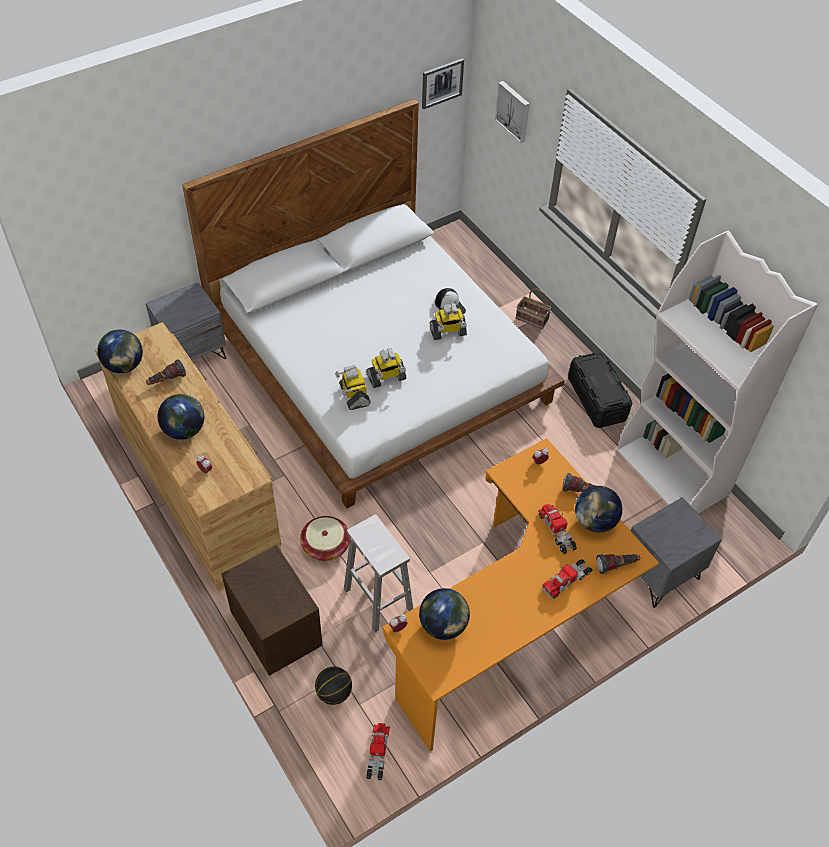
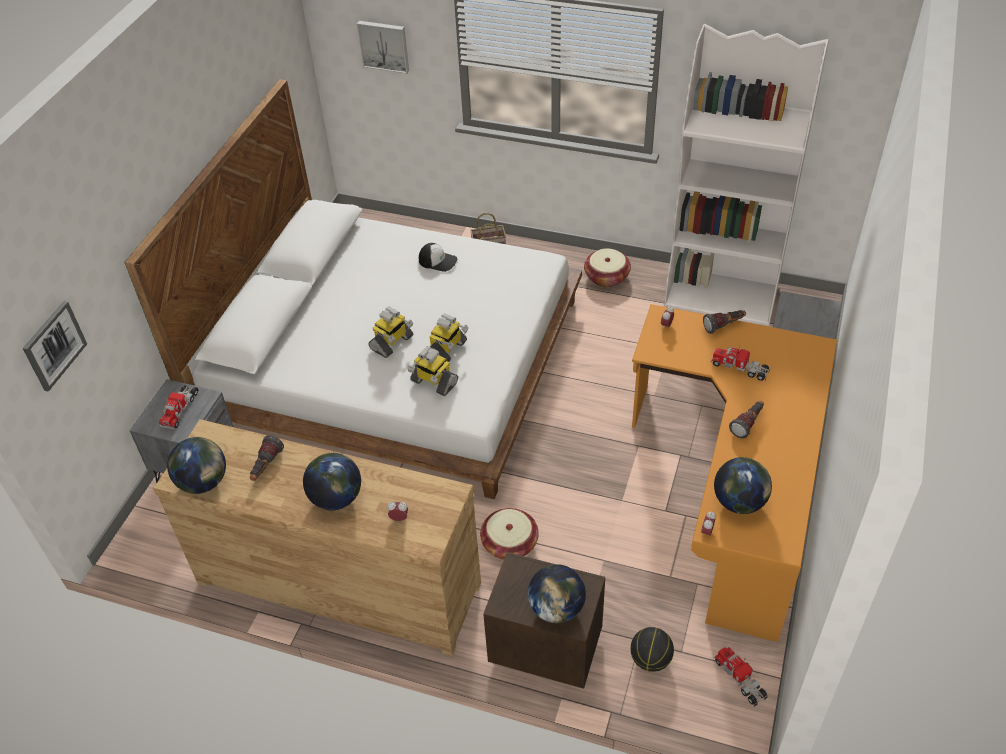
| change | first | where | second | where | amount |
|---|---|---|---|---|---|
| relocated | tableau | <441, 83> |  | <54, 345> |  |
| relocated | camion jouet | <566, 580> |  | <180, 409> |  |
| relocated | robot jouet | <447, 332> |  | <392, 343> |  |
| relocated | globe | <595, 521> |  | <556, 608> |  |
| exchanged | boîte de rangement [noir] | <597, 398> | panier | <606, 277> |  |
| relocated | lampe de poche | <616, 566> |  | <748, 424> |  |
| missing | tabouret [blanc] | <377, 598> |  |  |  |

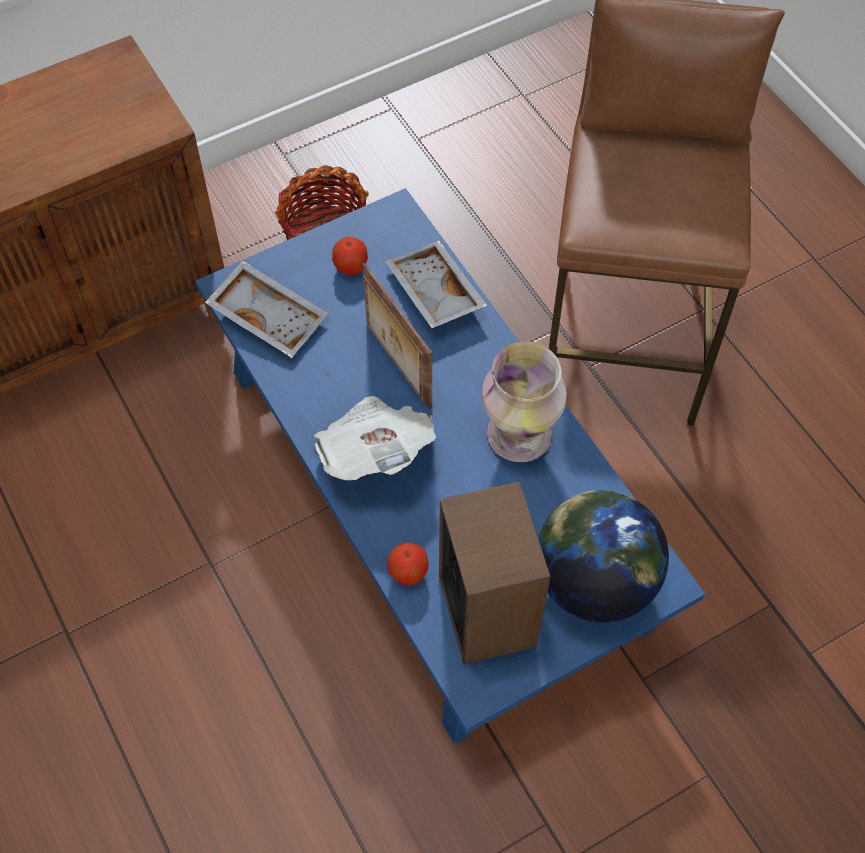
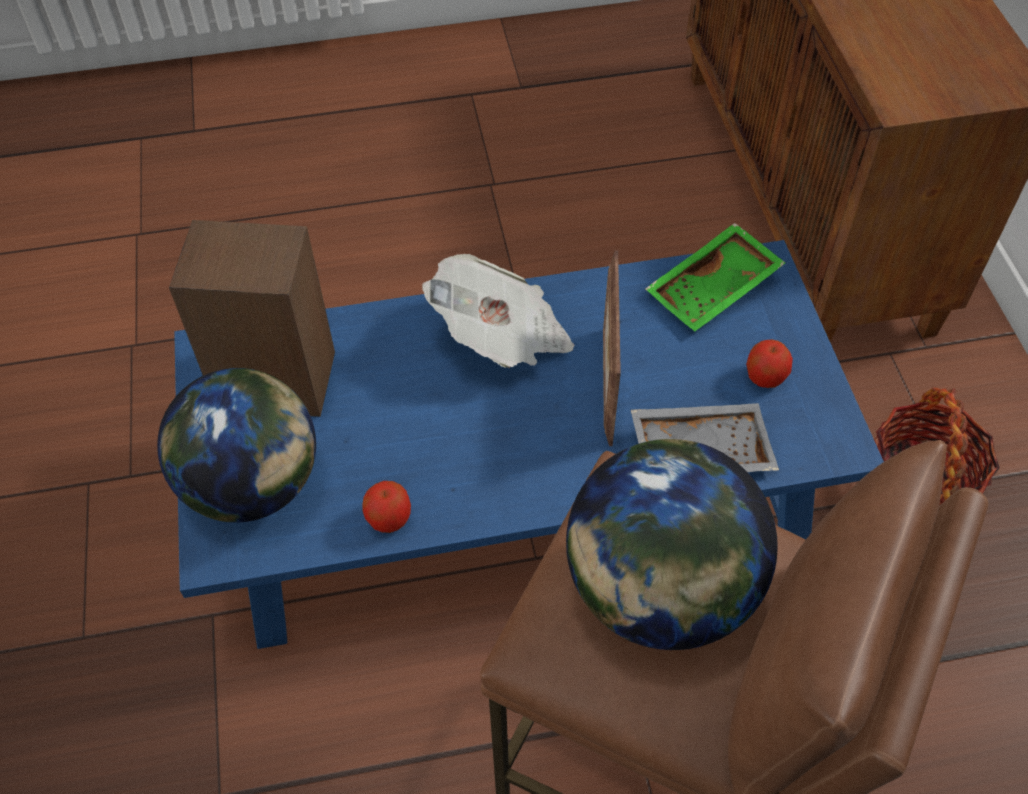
| change | first | where | second | where | amount |
|---|---|---|---|---|---|
| relocated | pomme | <408, 572> |  | <389, 519> |  |
| appeared |  |  | globe | <659, 590> |  |
| spun | cadre photo | <396, 365> |  | <607, 384> | 75 degrees counterclockwise |
| colour | plateau [gris] | <269, 316> | plateau [vert] | <714, 290> |  |
| missing | vase | <520, 436> |  |  |  |

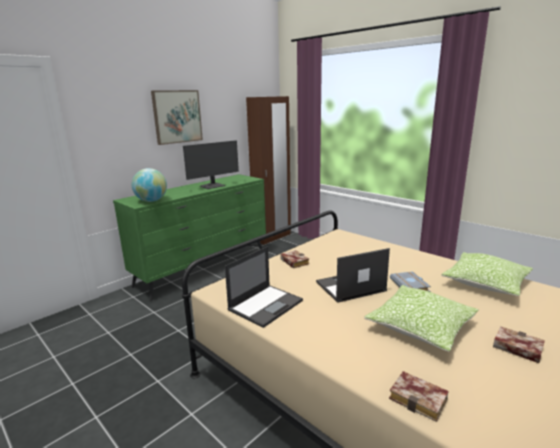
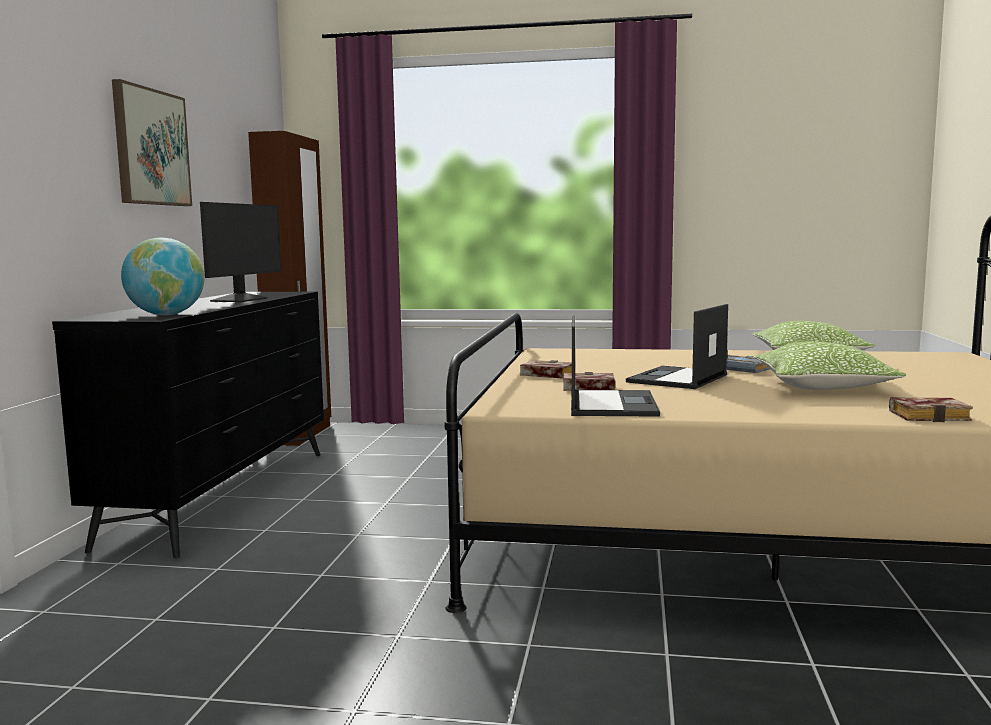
| change | first | where | second | where | amount |
|---|---|---|---|---|---|
| colour | commode [vert] | <204, 268> | commode [noir] | <225, 495> |  |
| relocated | livre | <515, 348> |  | <586, 388> |  |

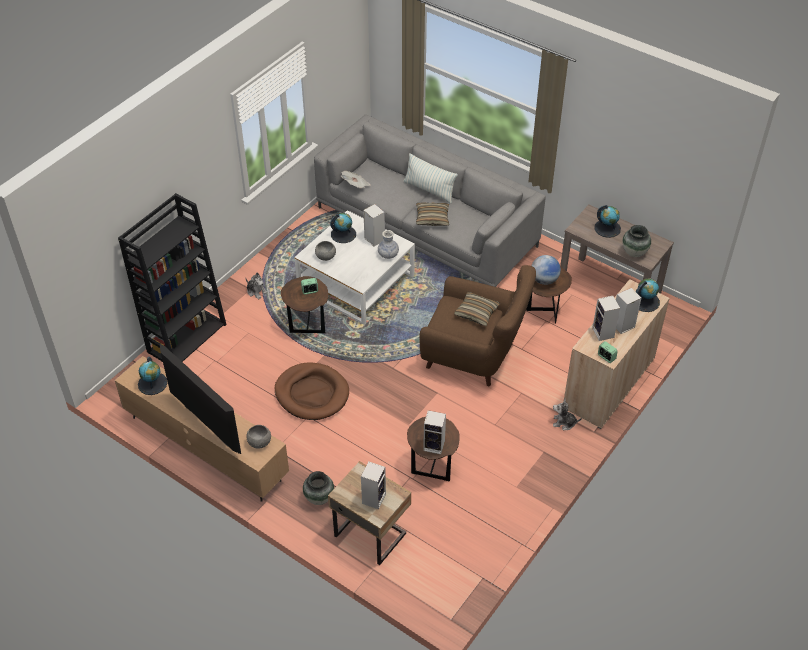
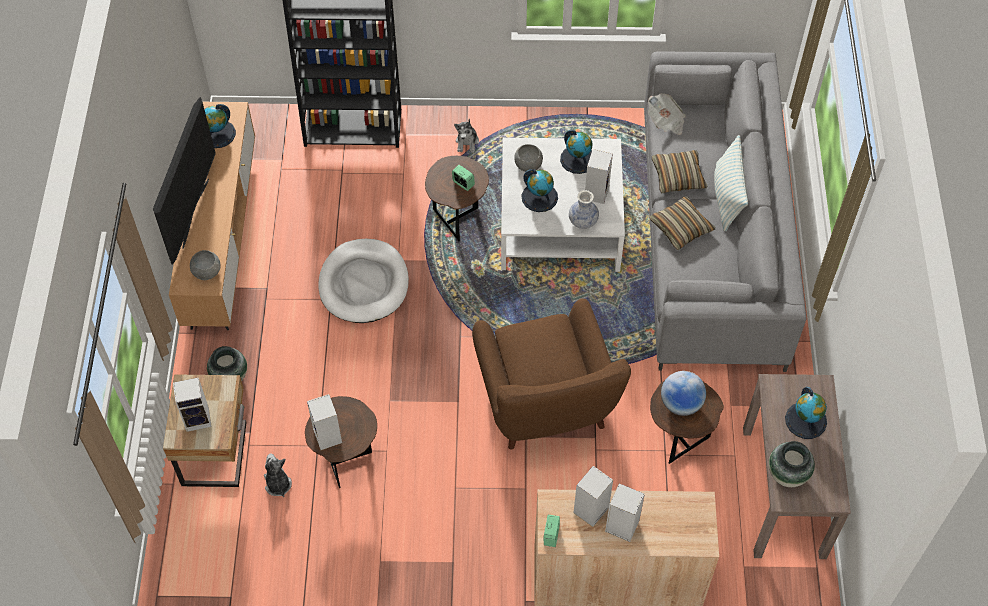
| change | first | where | second | where | amount |
|---|---|---|---|---|---|
| relocated | peluche | <564, 423> |  | <277, 484> |  |
| colour | panier pour chien [marron] | <312, 393> | panier pour chien [blanc] | <364, 284> |  |
| relocated | globe | <645, 301> |  | <539, 197> |  |
| relocated | coussin | <476, 313> |  | <678, 176> |  |

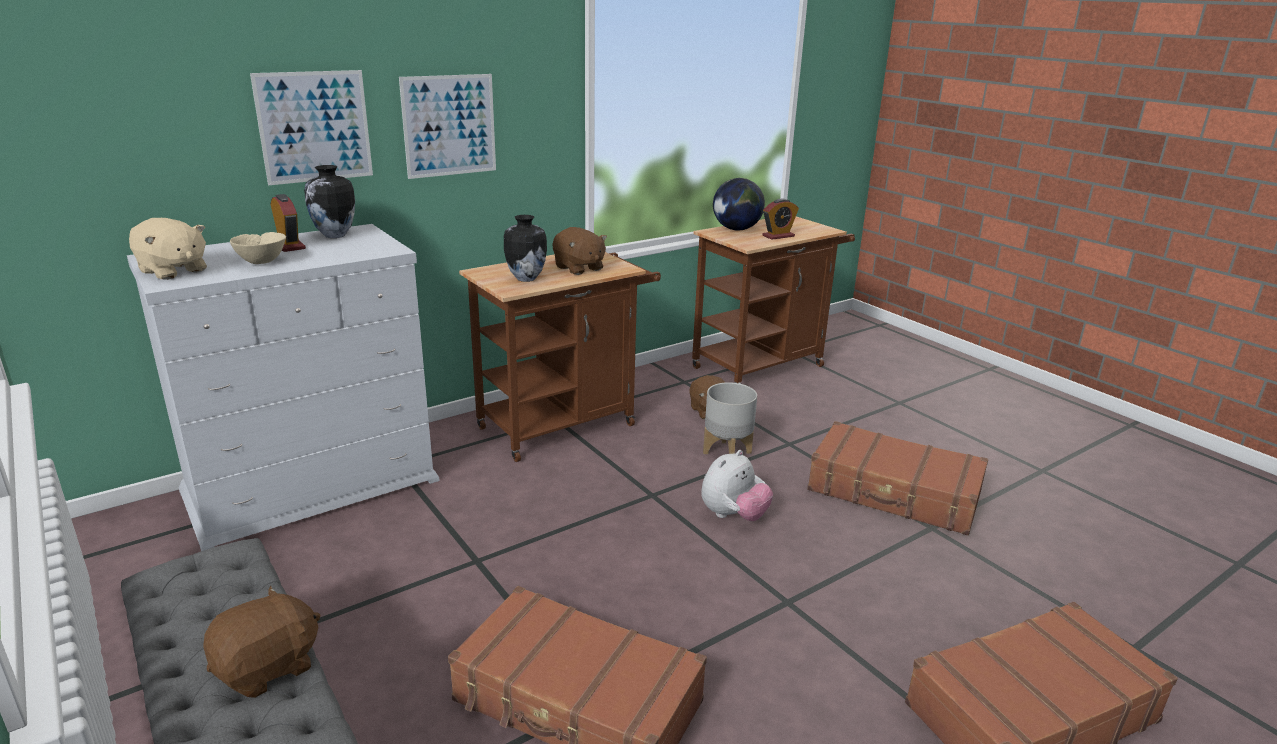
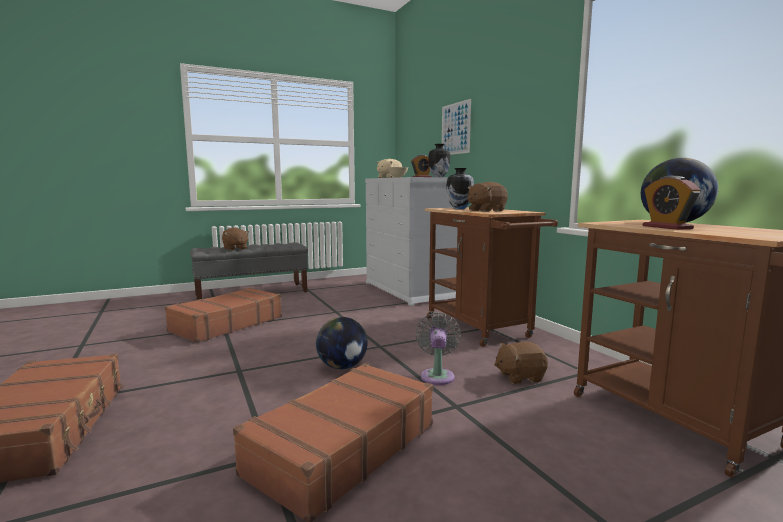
| change | first | where | second | where | amount |
|---|---|---|---|---|---|
| exchanged | peluche | <733, 516> | globe | <342, 367> |  |
| exchanged | cache-pot [gris] | <727, 453> | ventilateur [gris] | <437, 375> |  |
| missing | tableau | <449, 125> |  |  |  |

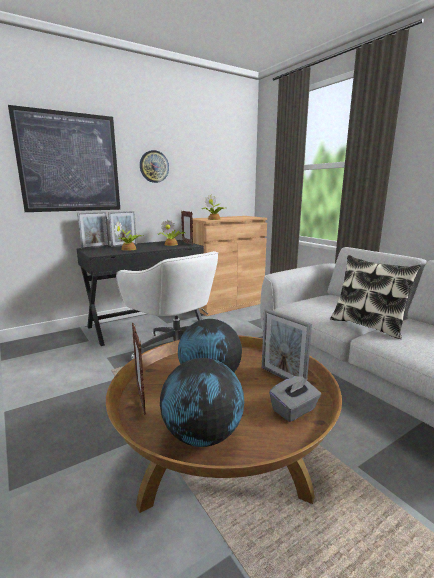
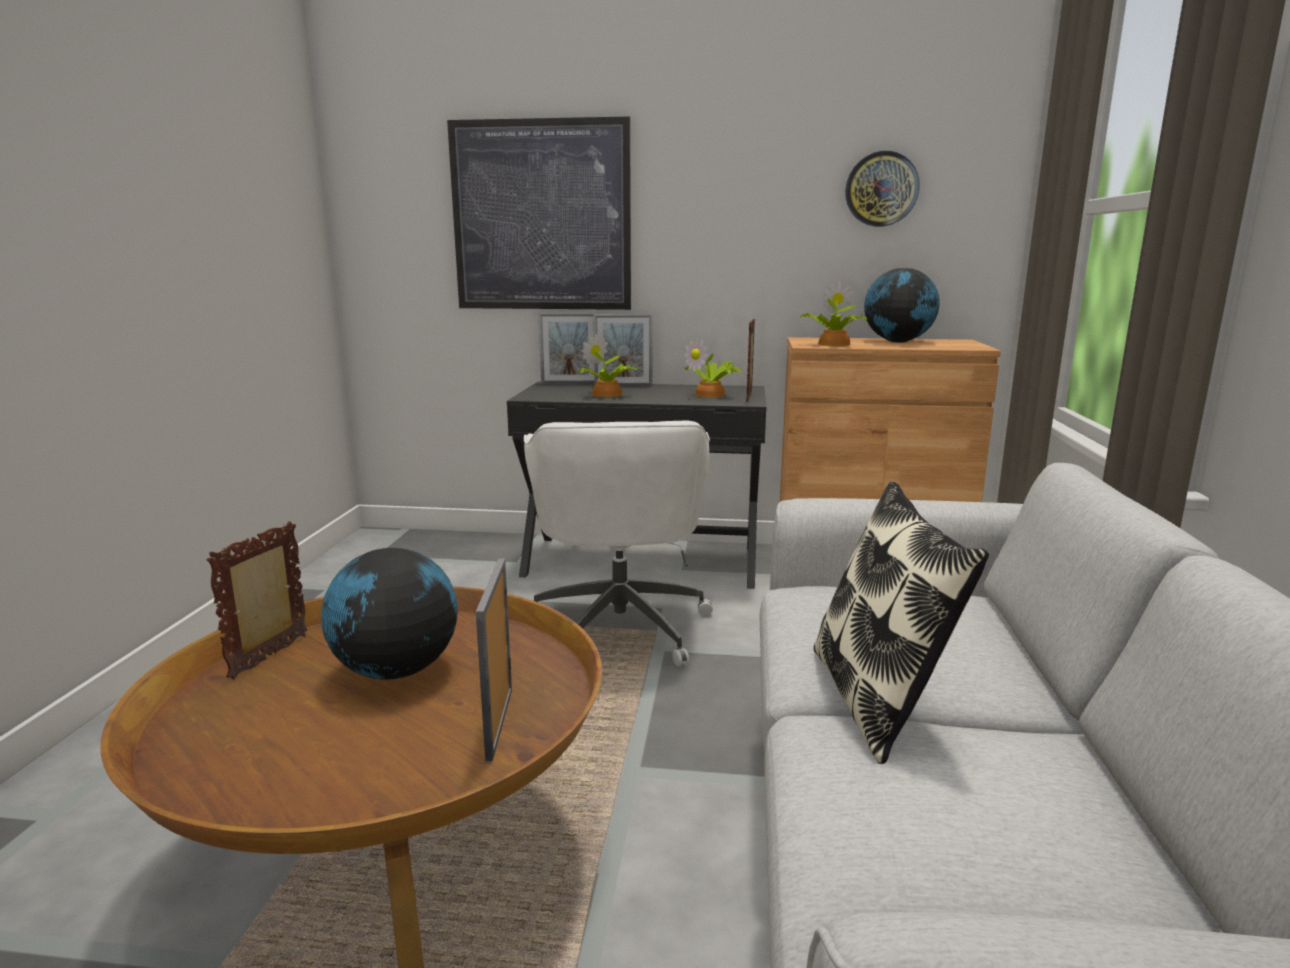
| change | first | where | second | where | amount |
|---|---|---|---|---|---|
| relocated | horloge murale | <154, 166> |  | <881, 189> |  |
| relocated | globe | <203, 436> |  | <898, 341> |  |
| missing | boîte à mouchoirs [gris] | <294, 410> |  |  |  |

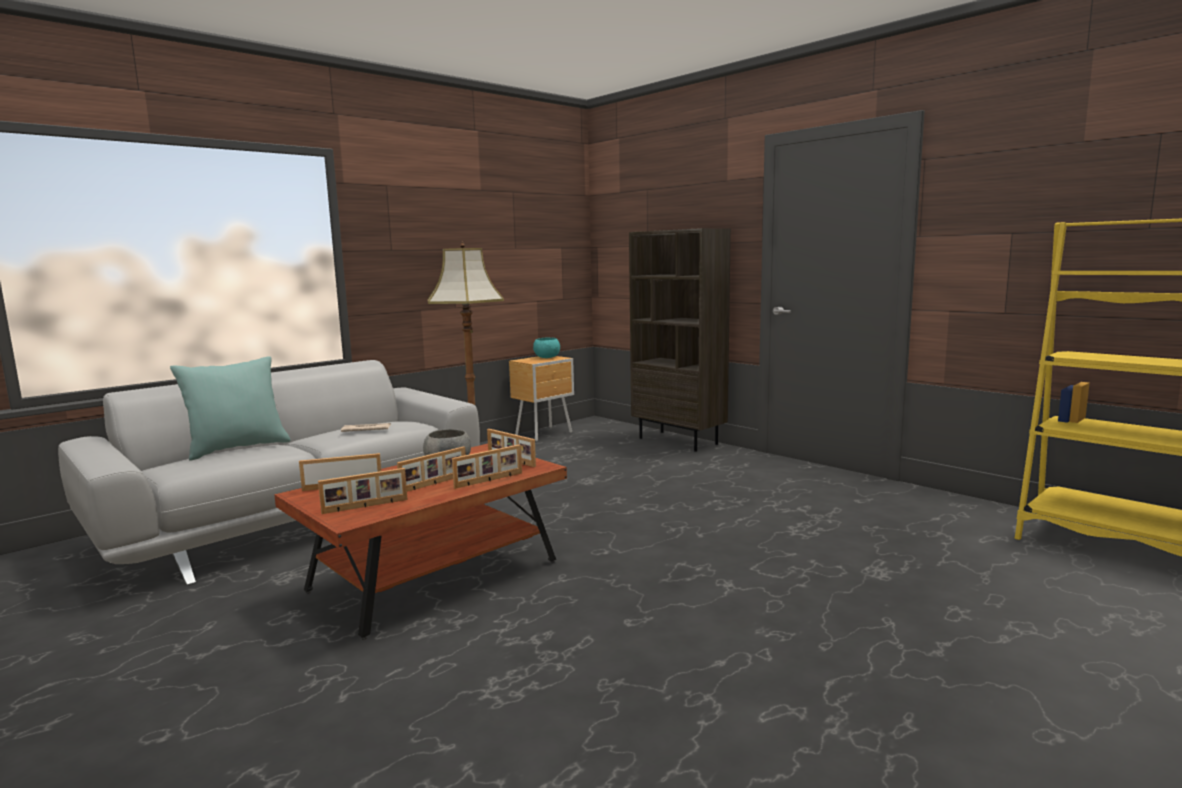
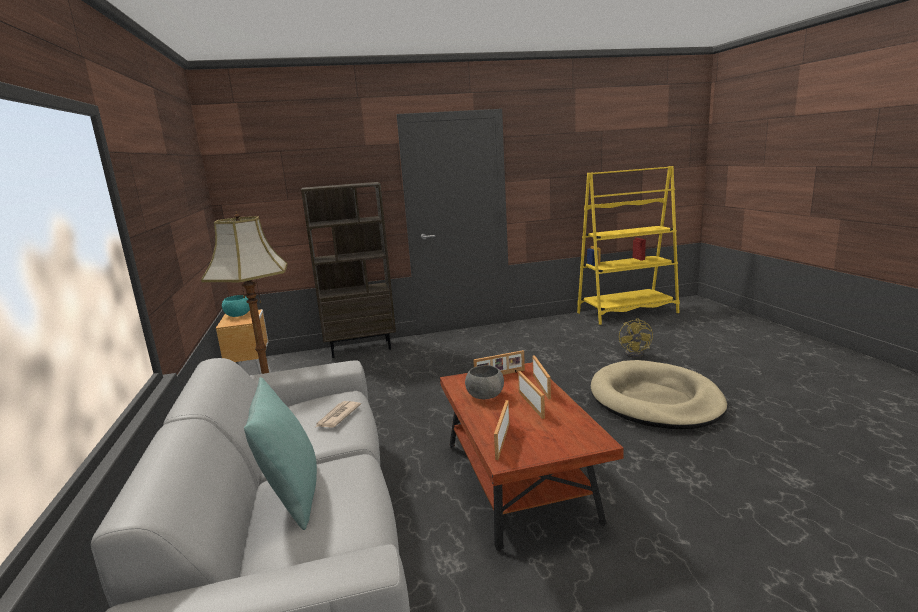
| change | first | where | second | where | amount |
|---|---|---|---|---|---|
| appeared |  |  | panier pour chien [beige] | <655, 400> |  |
| appeared |  |  | ventilateur [jaune] | <636, 353> |  |
| missing | cadre photo | <365, 506> |  |  |  |

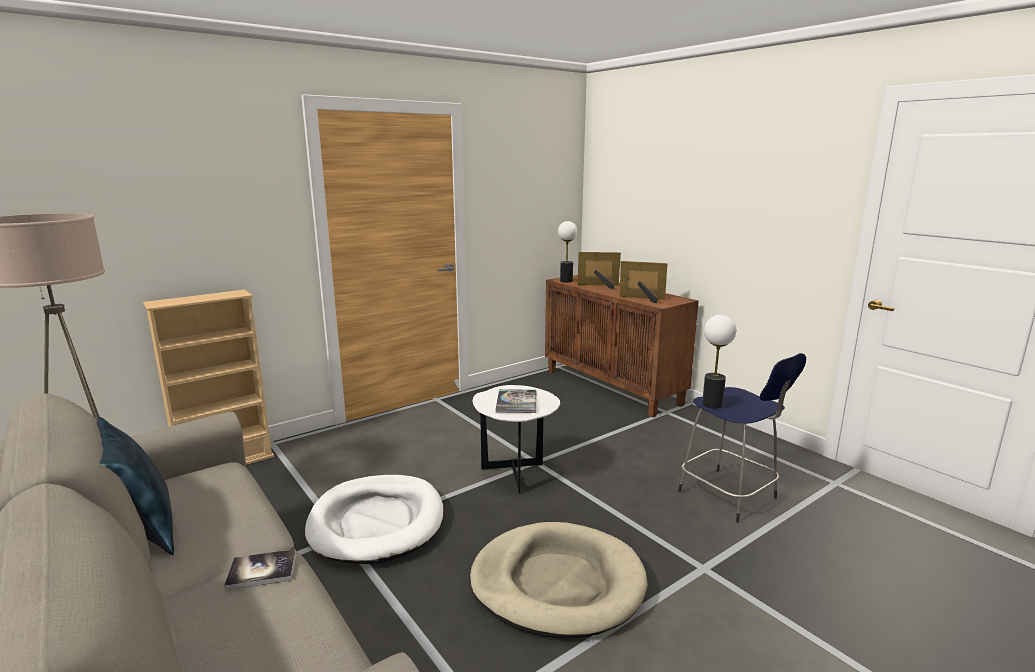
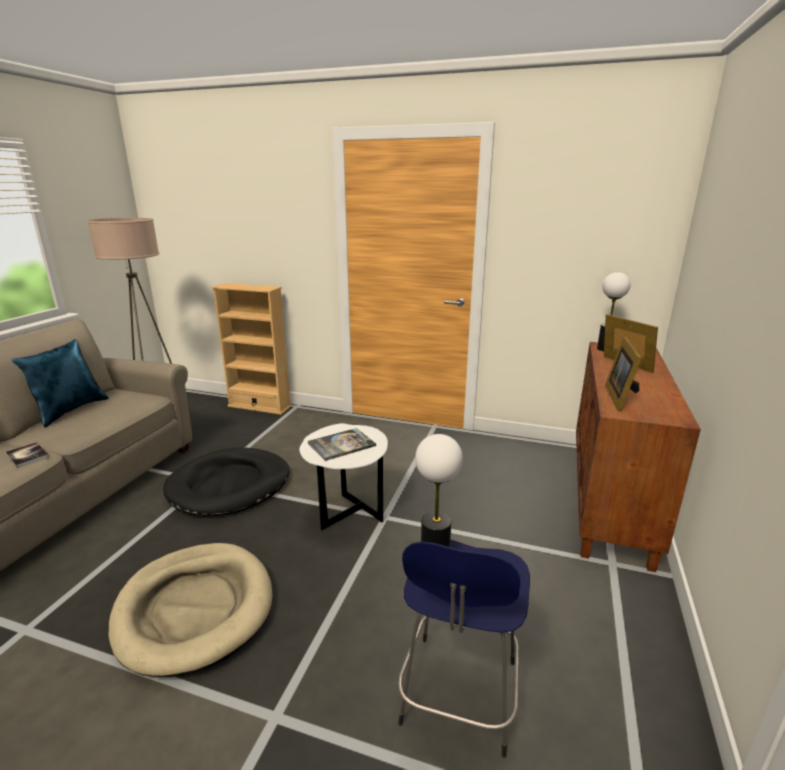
| change | first | where | second | where | amount |
|---|---|---|---|---|---|
| colour | panier pour chien [blanc] | <377, 522> | panier pour chien [noir] | <230, 485> |  |
| spun | cadre photo | <643, 299> |  | <621, 397> | 150 degrees counterclockwise |

